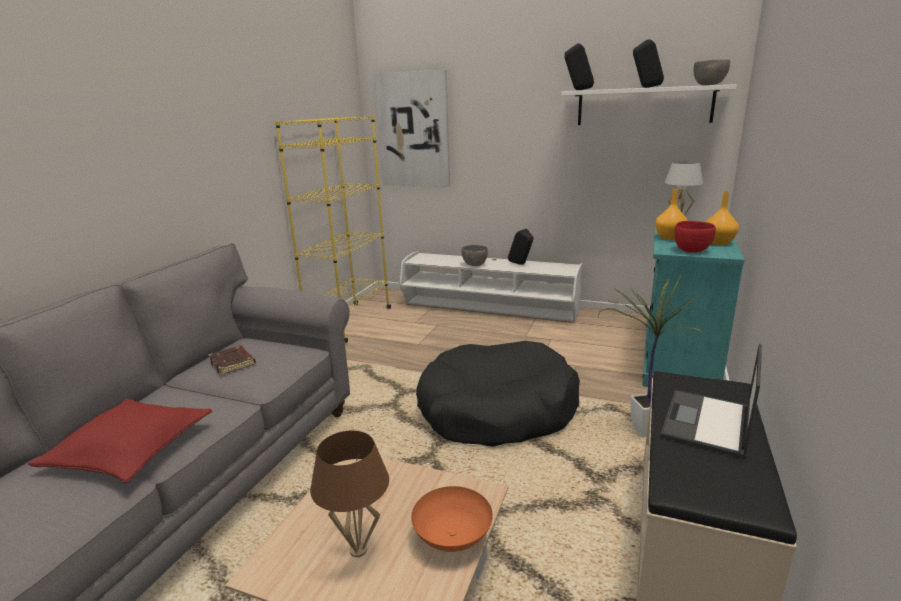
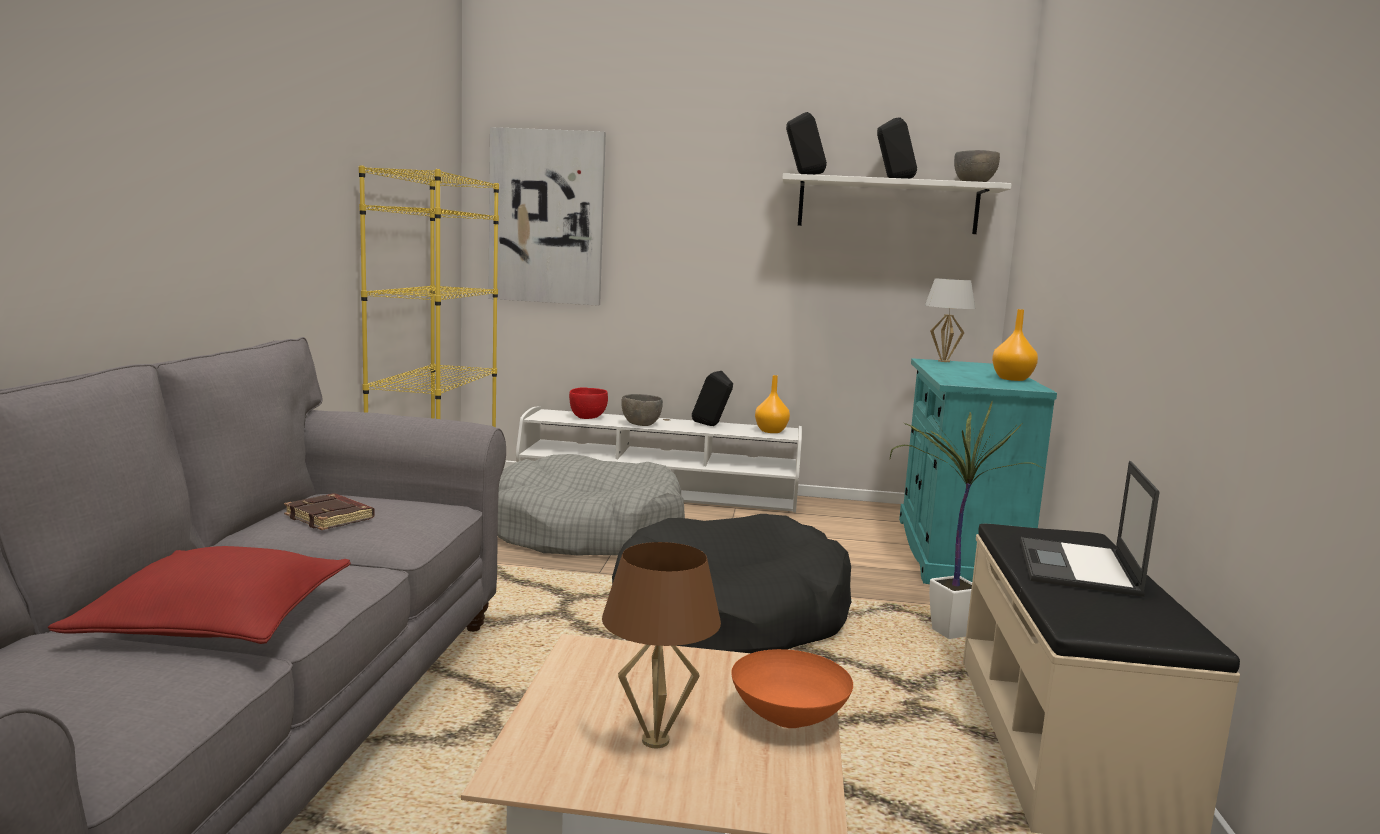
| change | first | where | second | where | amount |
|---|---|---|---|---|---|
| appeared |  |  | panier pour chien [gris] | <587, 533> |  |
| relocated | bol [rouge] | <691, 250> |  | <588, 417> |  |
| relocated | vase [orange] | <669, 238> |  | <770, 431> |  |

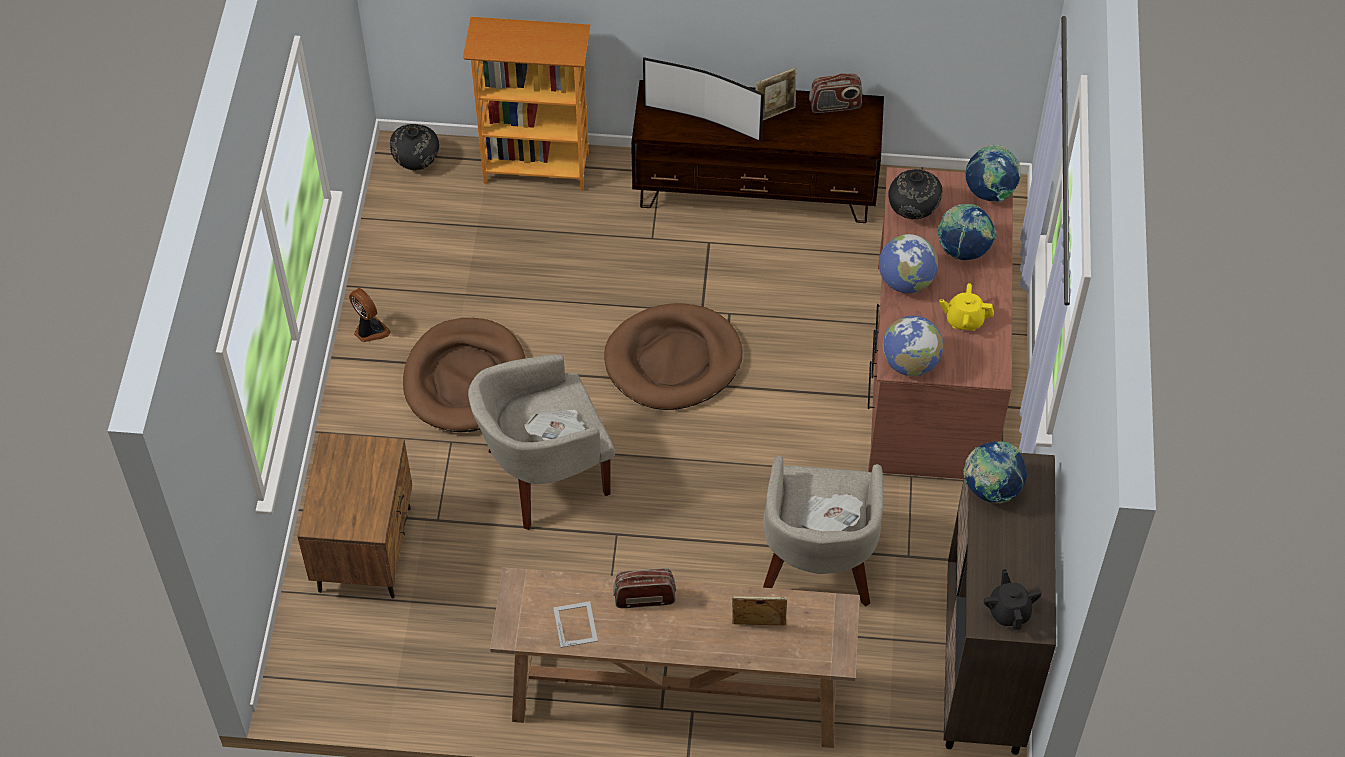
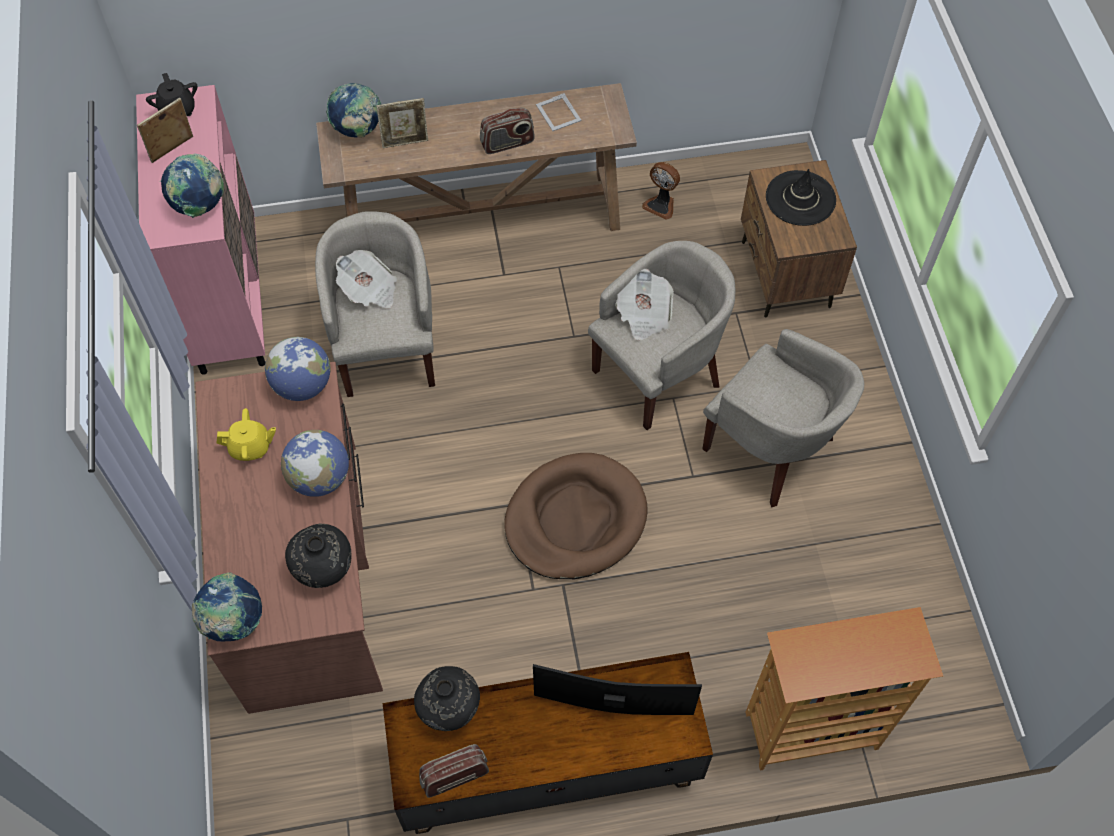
| change | first | where | second | where | amount |
|---|---|---|---|---|---|
| colour | meuble de rangement [marron] | <983, 664> | meuble de rangement [rose] | <228, 298> |  |
| relocated | cadre photo | <774, 113> |  | <173, 151> |  |
| relocated | globe | <963, 250> |  | <358, 130> |  |
| relocated | vase [noir] | <417, 163> |  | <449, 710> |  |
| relocated | ventilateur | <369, 330> |  | <661, 205> |  |
| exchanged | panier pour chien [marron] | <466, 379> | fauteuil [beige] | <771, 450> |  |
| appeared |  |  | chapeau [noir] | <800, 198> |  |

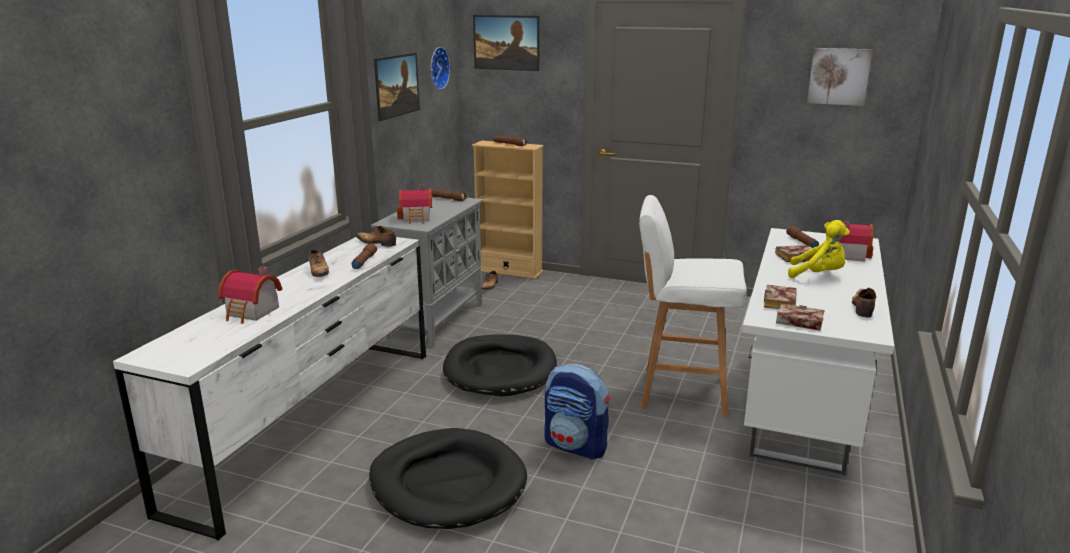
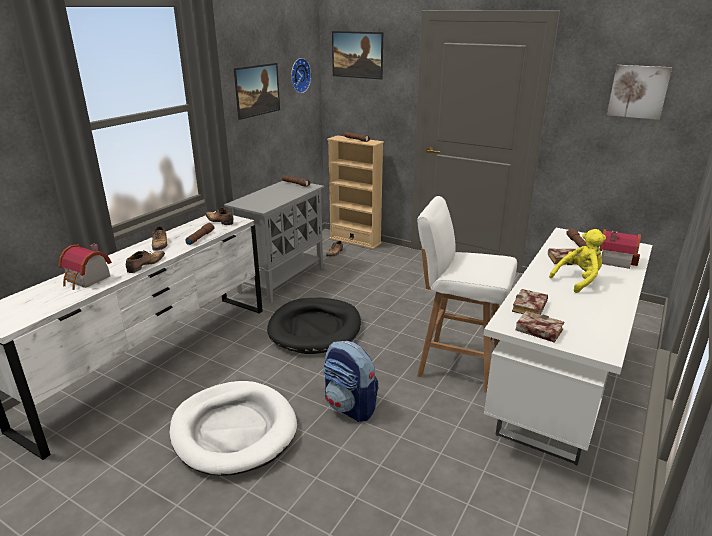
| change | first | where | second | where | amount |
|---|---|---|---|---|---|
| relocated | chaussure | <862, 307> |  | <145, 265> |  |
| colour | panier pour chien [noir] | <448, 483> | panier pour chien [blanc] | <234, 430> |  |
| spun | peluche [jaune] | <818, 275> |  | <578, 280> | 60 degrees counterclockwise |
| missing | maison miniature | <417, 218> |  |  |  |

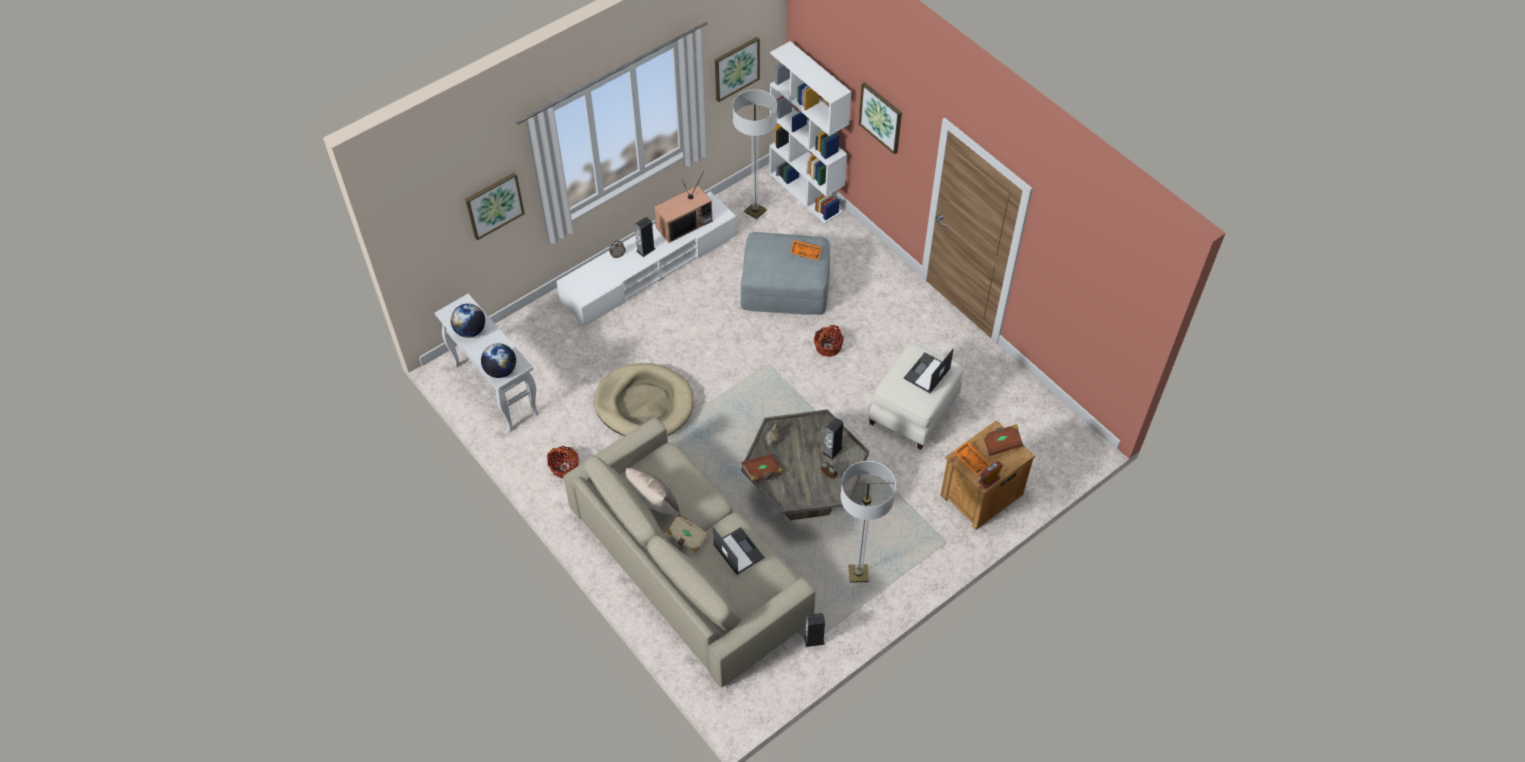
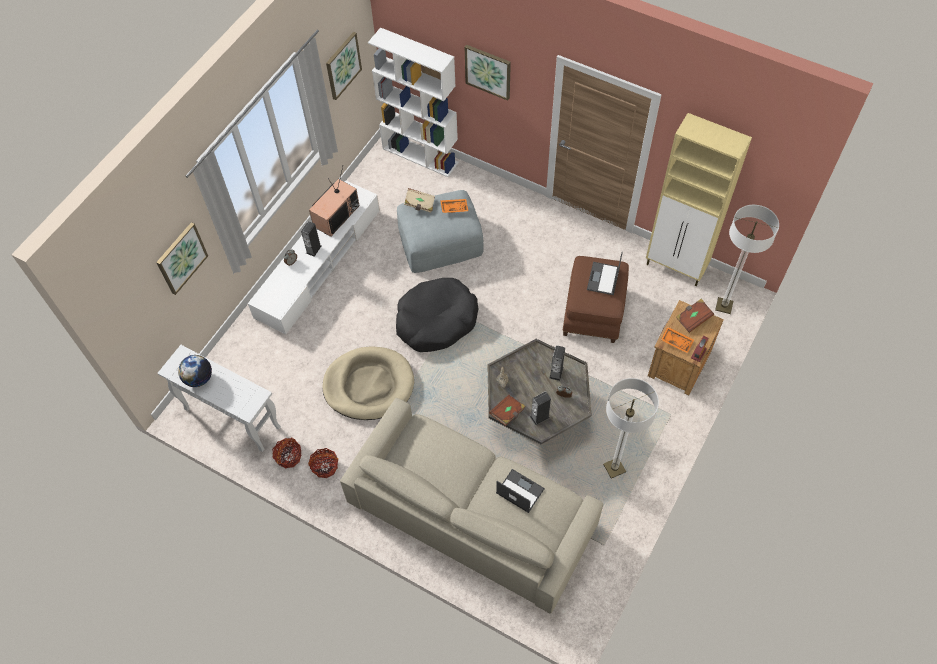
| change | first | where | second | where | amount |
|---|---|---|---|---|---|
| relocated | panier | <828, 346> |  | <288, 456> |  |
| appeared |  |  | panier pour chien [noir] | <436, 321> |  |
| relocated | livre [beige] | <687, 538> |  | <420, 204> |  |
| relocated | enceinte | <814, 640> |  | <539, 417> |  |
| colour | pouf [blanc] | <914, 411> | pouf [marron] | <594, 311> |  |
| appeared |  |  | meuble de rangement [beige] | <676, 267> |  |
| relocated | lampadaire | <755, 211> |  | <724, 306> |  |
| missing | globe | <501, 370> |  |  |  |
| missing | coussin [beige] | <653, 504> |  |  |  |

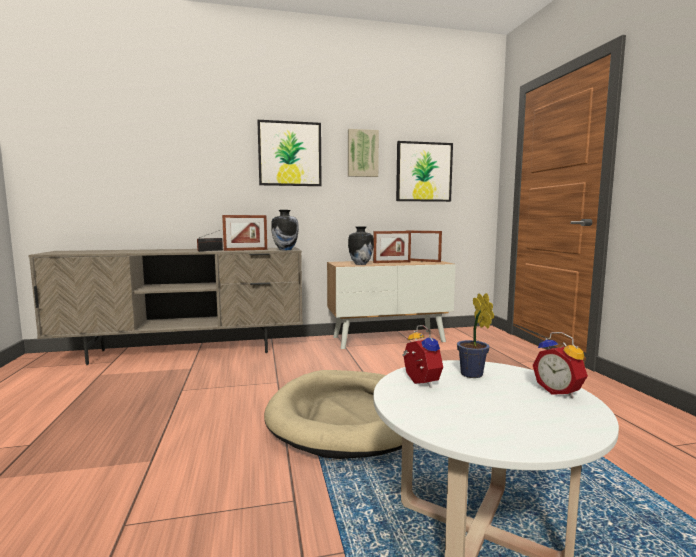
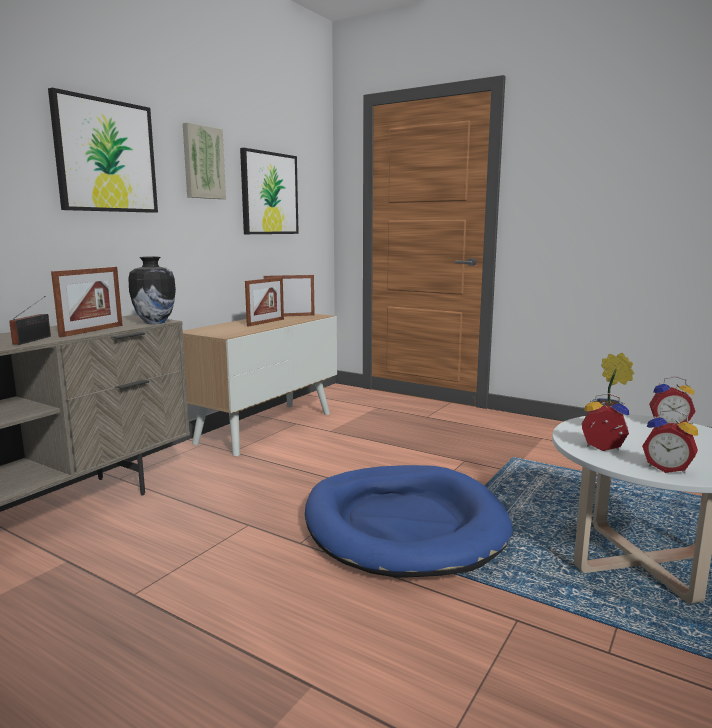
| change | first | where | second | where | amount |
|---|---|---|---|---|---|
| colour | panier pour chien [beige] | <350, 416> | panier pour chien [bleu] | <403, 525> |  |
| appeared |  |  | réveil | <667, 468> |  |
| missing | vase | <360, 264> |  |  |  |

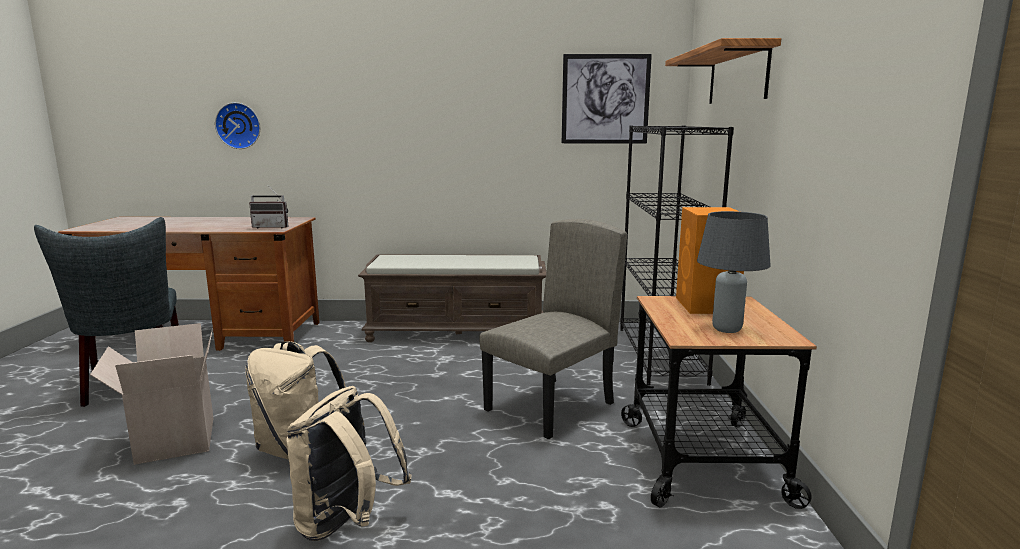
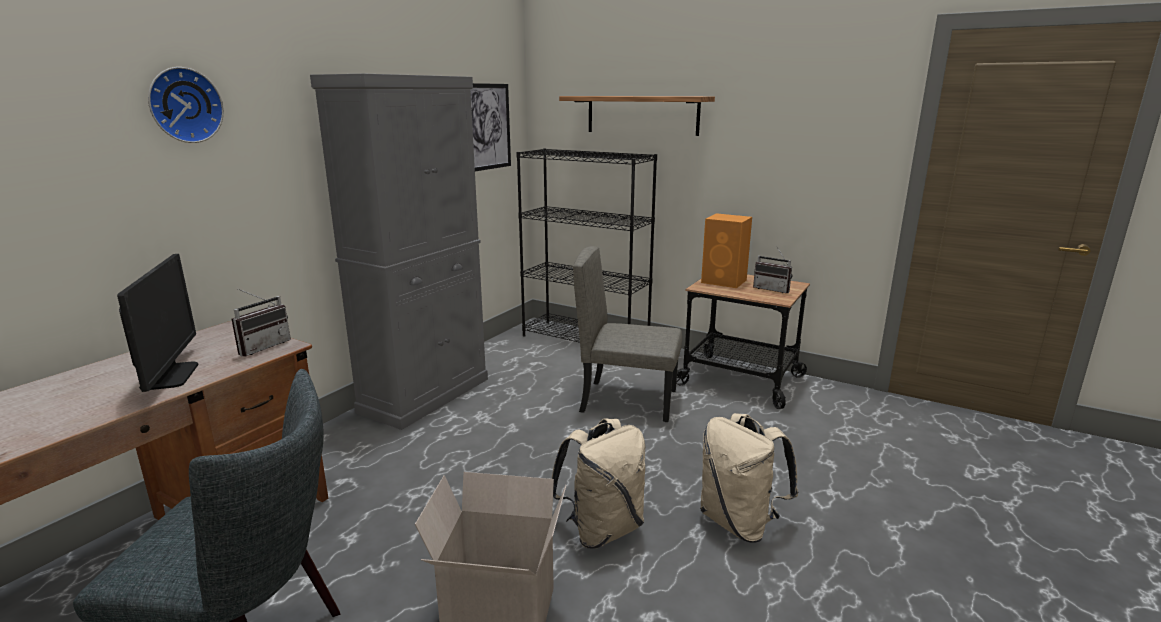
| change | first | where | second | where | amount |
|---|---|---|---|---|---|
| appeared |  |  | écran d'ordinateur | <170, 376> |  |
| relocated | horloge murale | <239, 125> |  | <184, 105> |  |
| exchanged | banc [marron] | <458, 332> | meuble de rangement [gris] | <425, 395> |  |
| spun | chaise [beige] | <551, 407> |  | <629, 400> | 60 degrees counterclockwise |
| exchanged | lampe de table [gris] | <727, 329> | radio | <773, 289> |  |

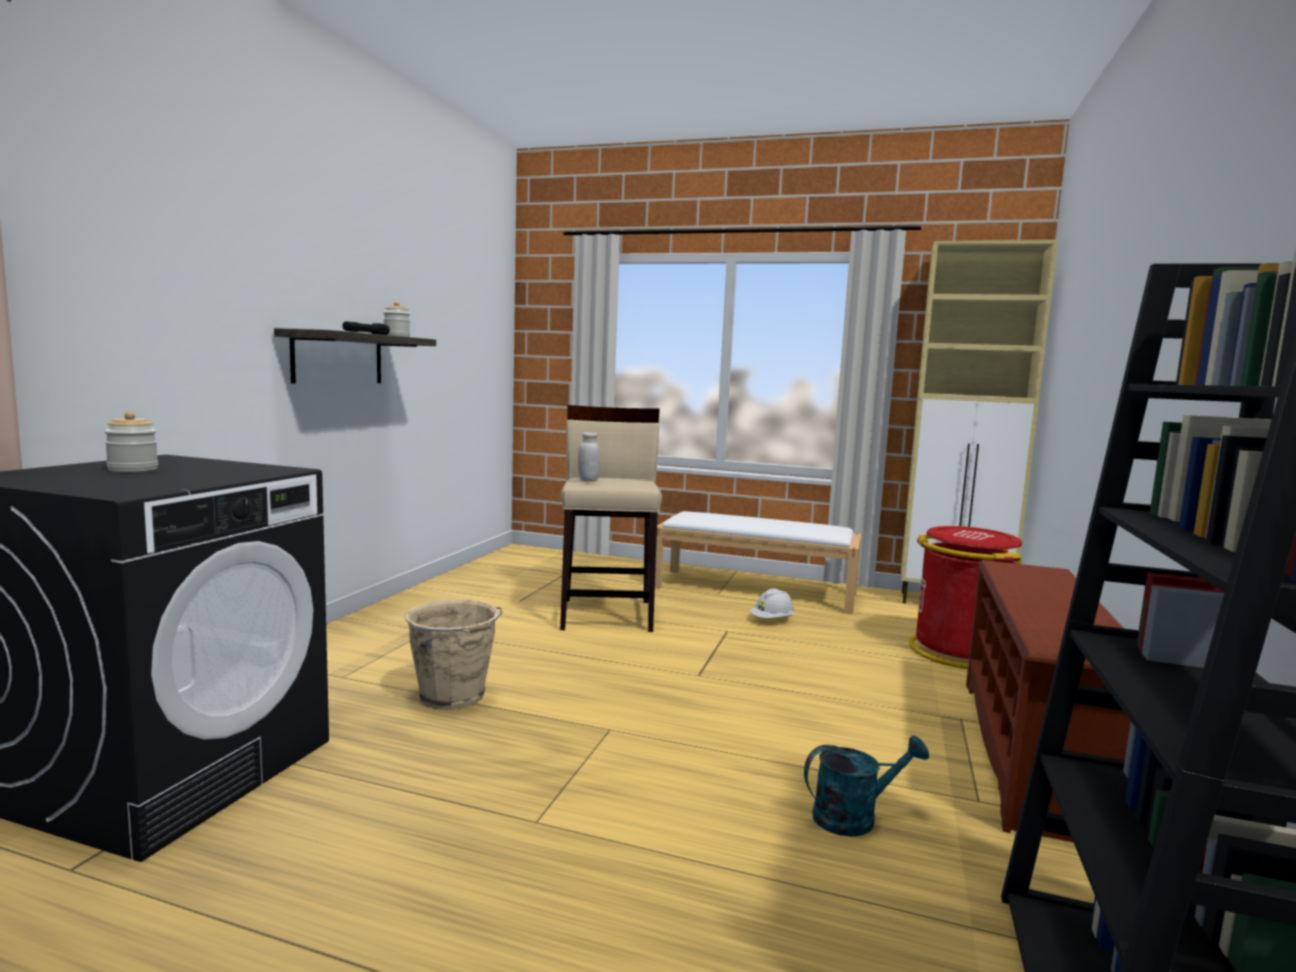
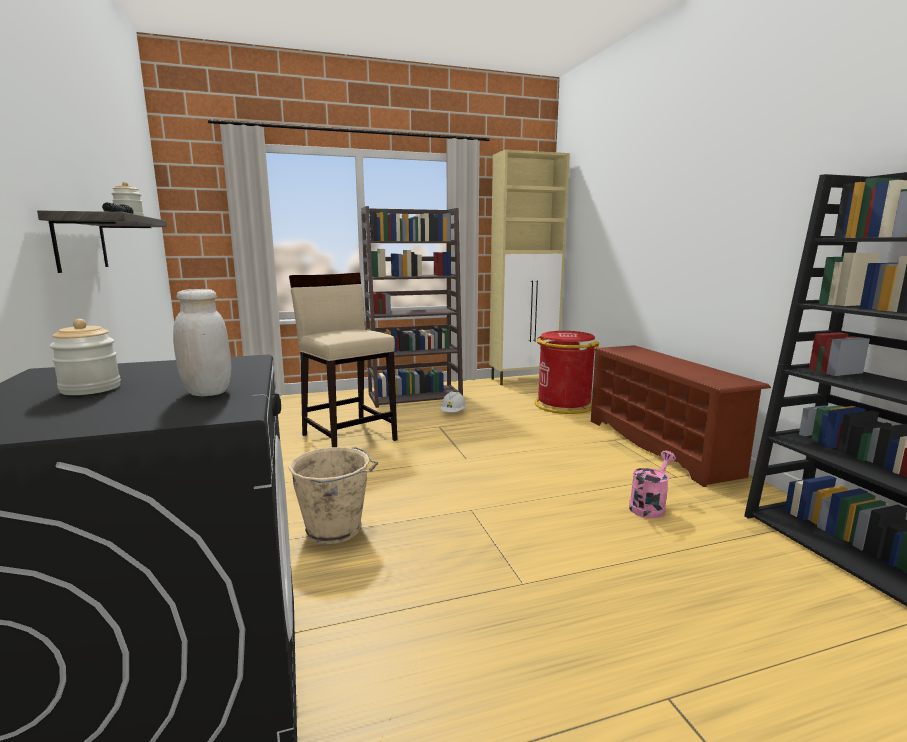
| change | first | where | second | where | amount |
|---|---|---|---|---|---|
| relocated | bocal [blanc] | <588, 480> |  | <207, 392> |  |
| exchanged | banc [blanc] | <756, 590> | bibliothèque [marron] | <415, 396> |  |
| colour | arrosoir [turquoise] | <854, 817> | arrosoir [rose] | <649, 506> |  |

